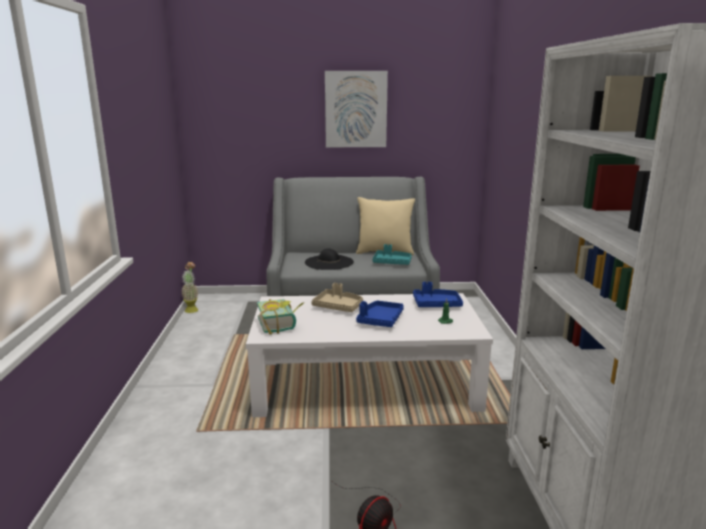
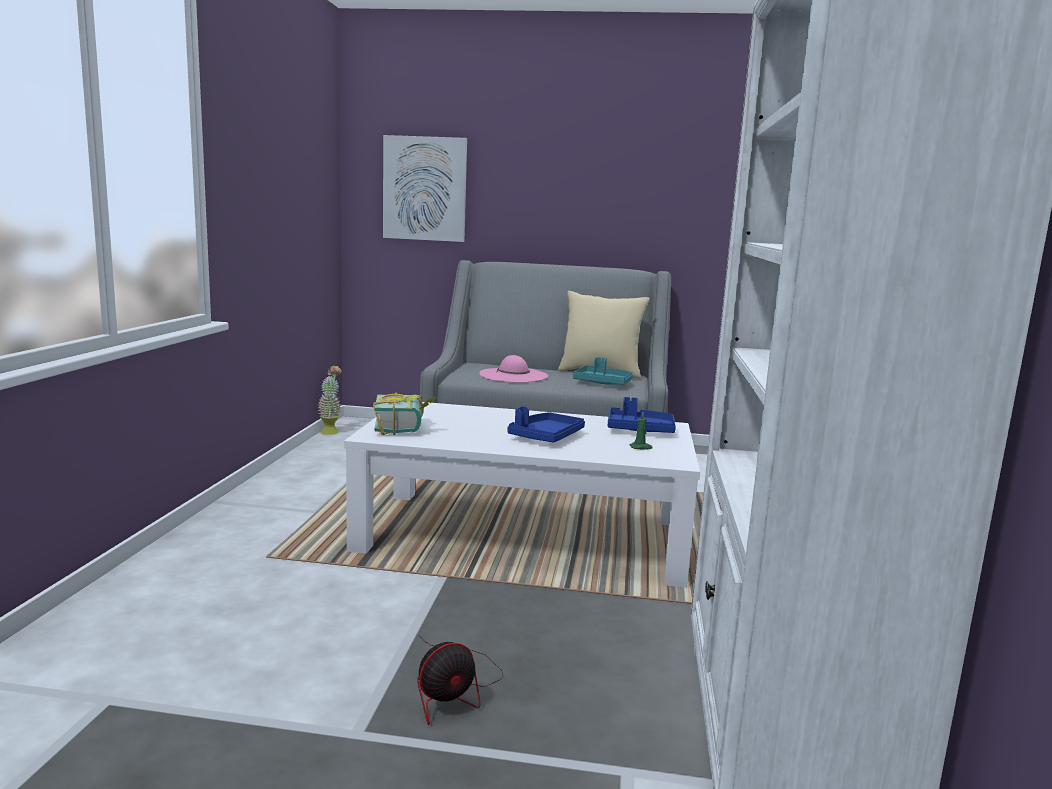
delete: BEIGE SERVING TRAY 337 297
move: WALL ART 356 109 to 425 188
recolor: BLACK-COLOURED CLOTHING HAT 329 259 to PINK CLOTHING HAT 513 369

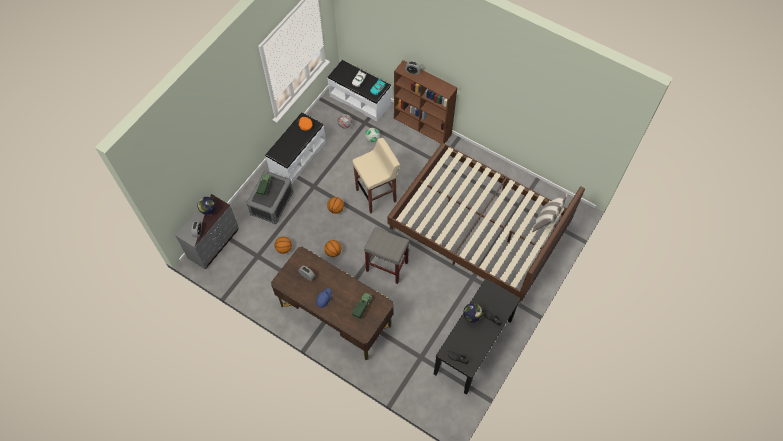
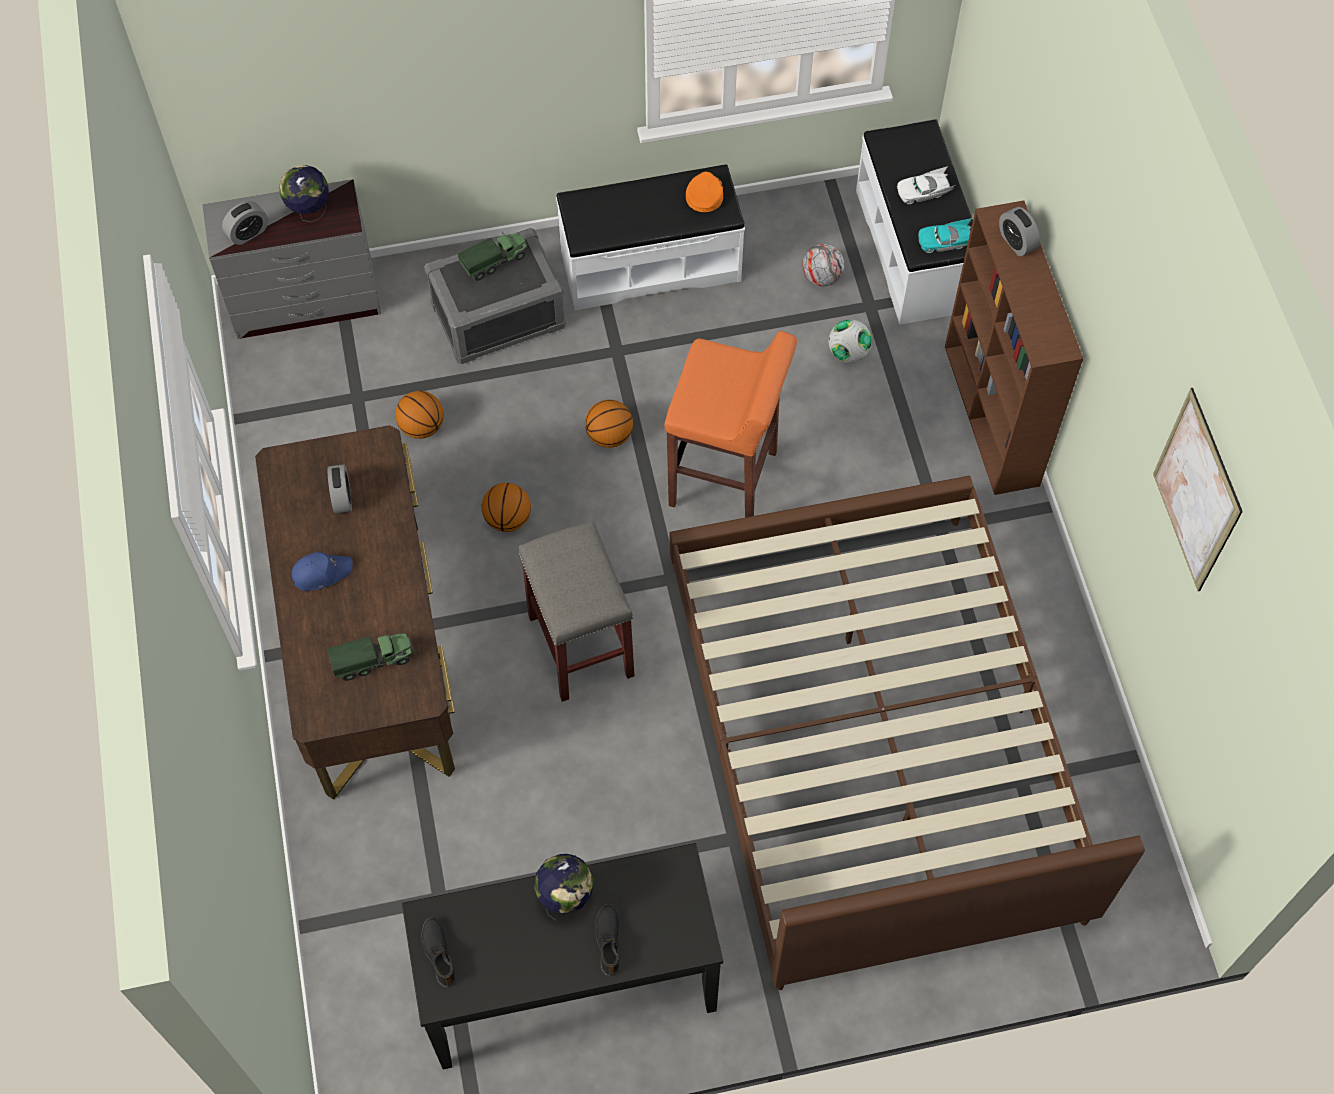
delete: THROW PILLOW 549 213
insert: WALL ART 1198 489
recolor: BEIGE STOOL SEAT 376 176 to ORANGE-COLOURED STOOL SEAT 730 424

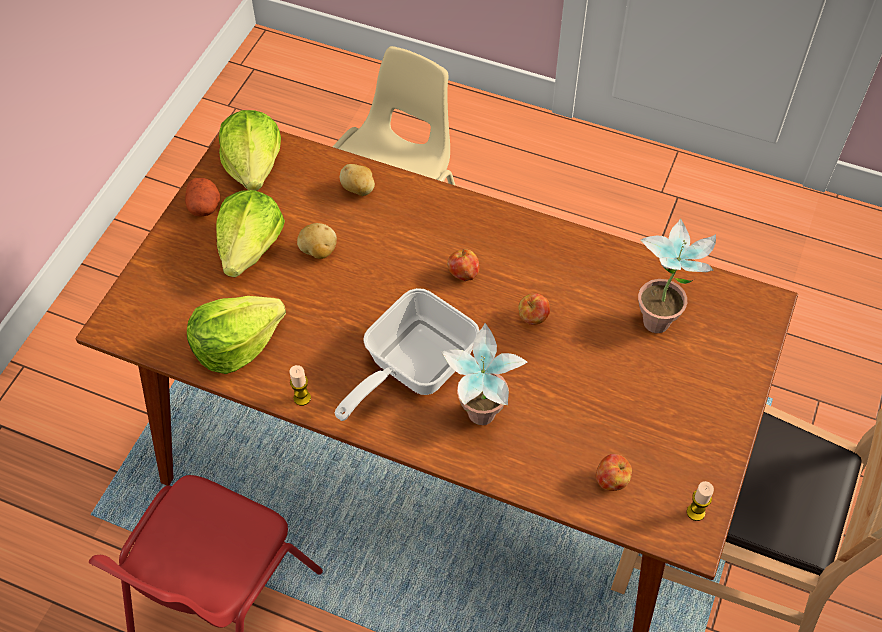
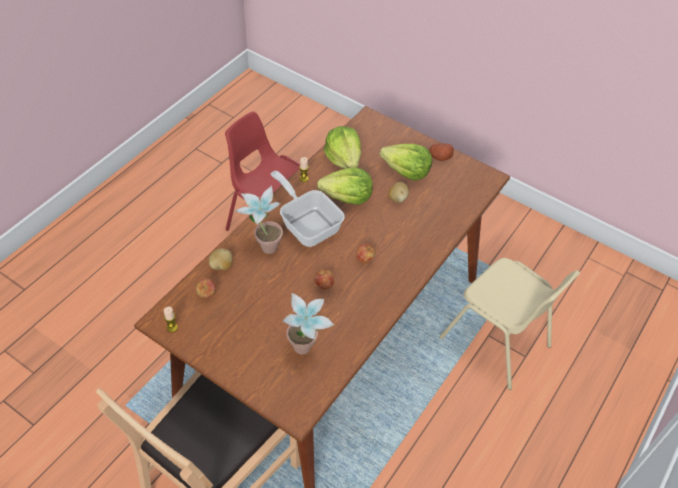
move: LETTUCE HEAD 250 150 to 345 186; POTATO 357 180 to 220 259

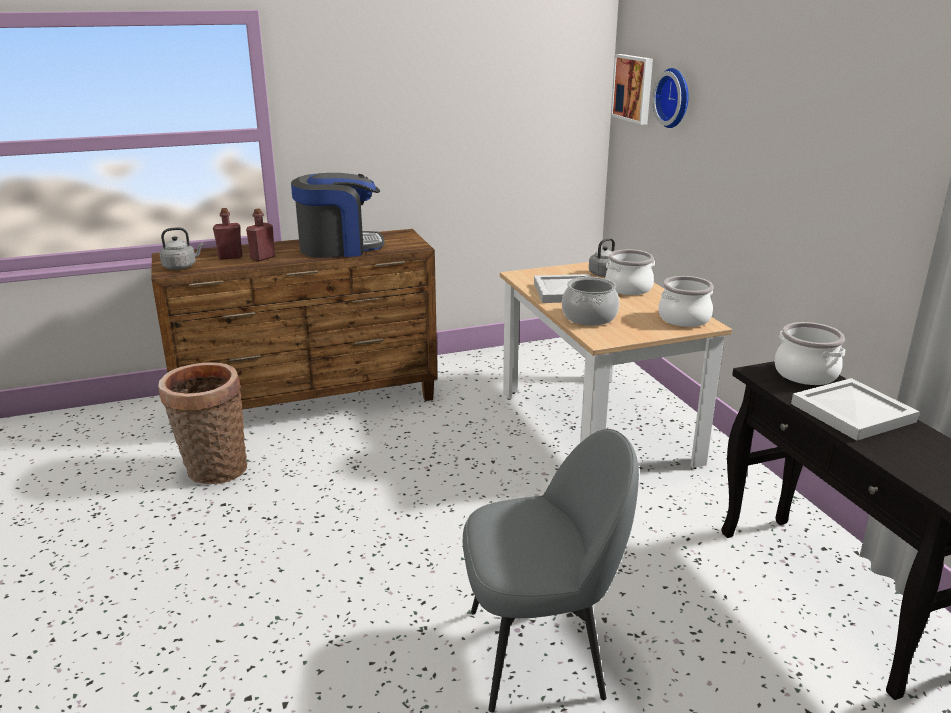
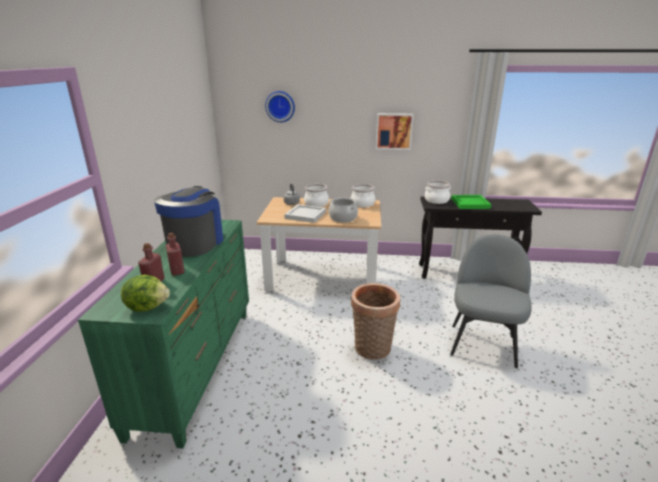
move: BASKET 202 423 to 375 321; WALL ART 632 89 to 395 131
replace: GRAY WATER KETTLE 182 248 to LETTUCE HEAD 145 293
recolor: BROWN DRESSER 294 319 to GREENISH DRESSER 163 334; WHITISH SERVING TRAY 855 409 to GREENISH SERVING TRAY 471 202

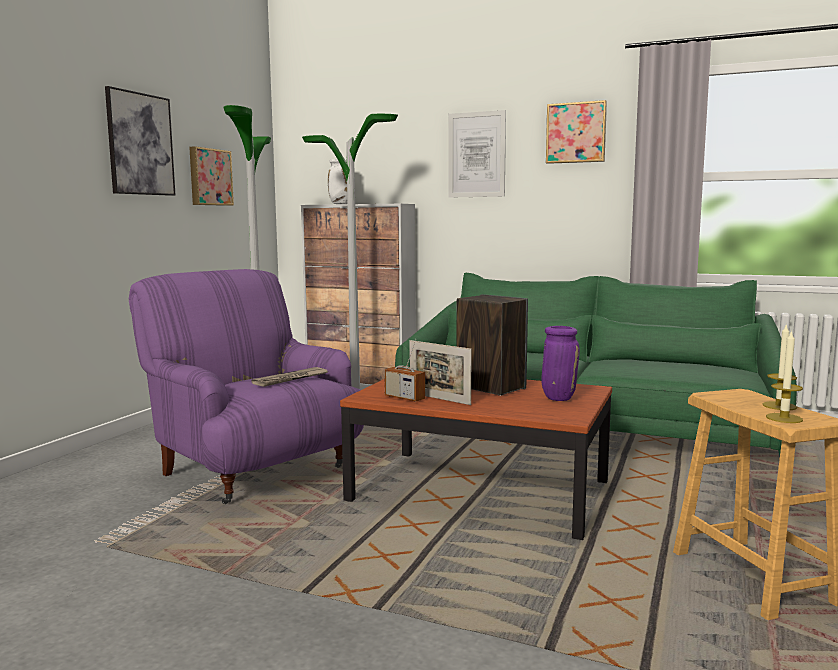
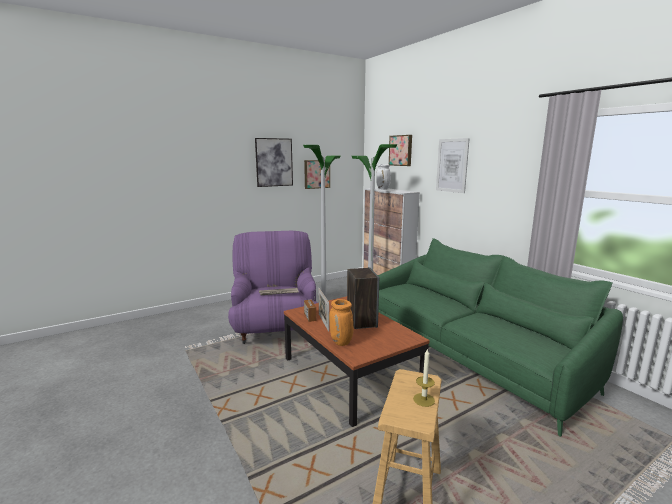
delete: PURPLE VASE 560 363; WAX CANDLE 784 376
insert: ORANGE-COLOURED VASE 341 322
move: WALL ART 576 132 to 400 150

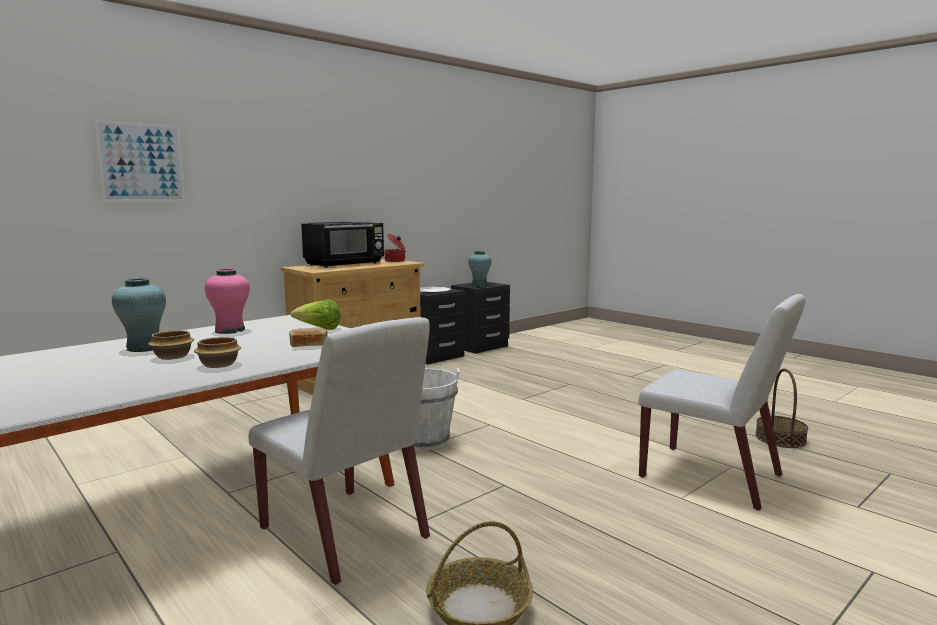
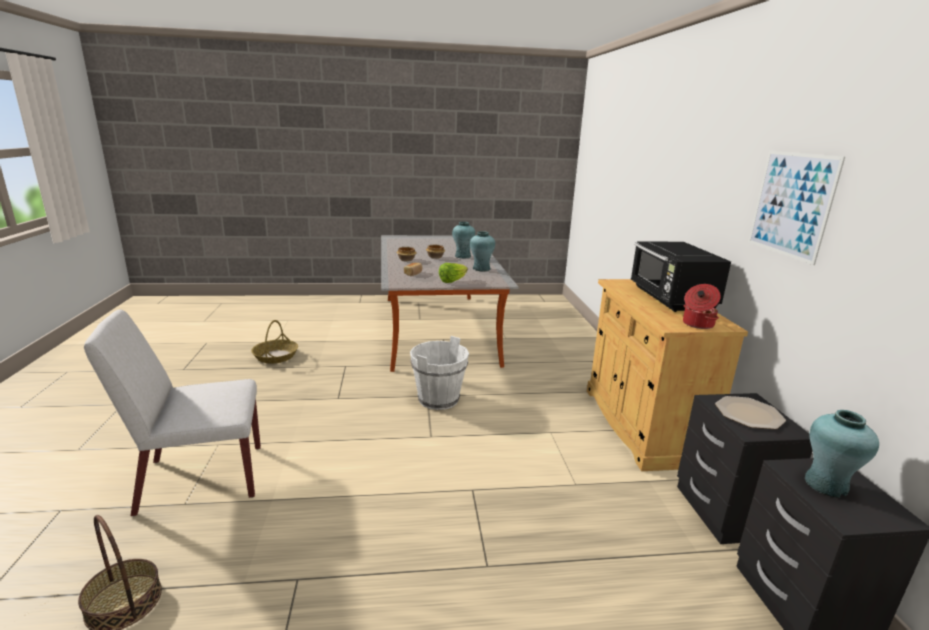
delete: WHITISH CHAIR 339 451
move: WALL ART 139 161 to 796 207
recolor: PINK VASE 227 301 to TURQUOISE VASE 482 251

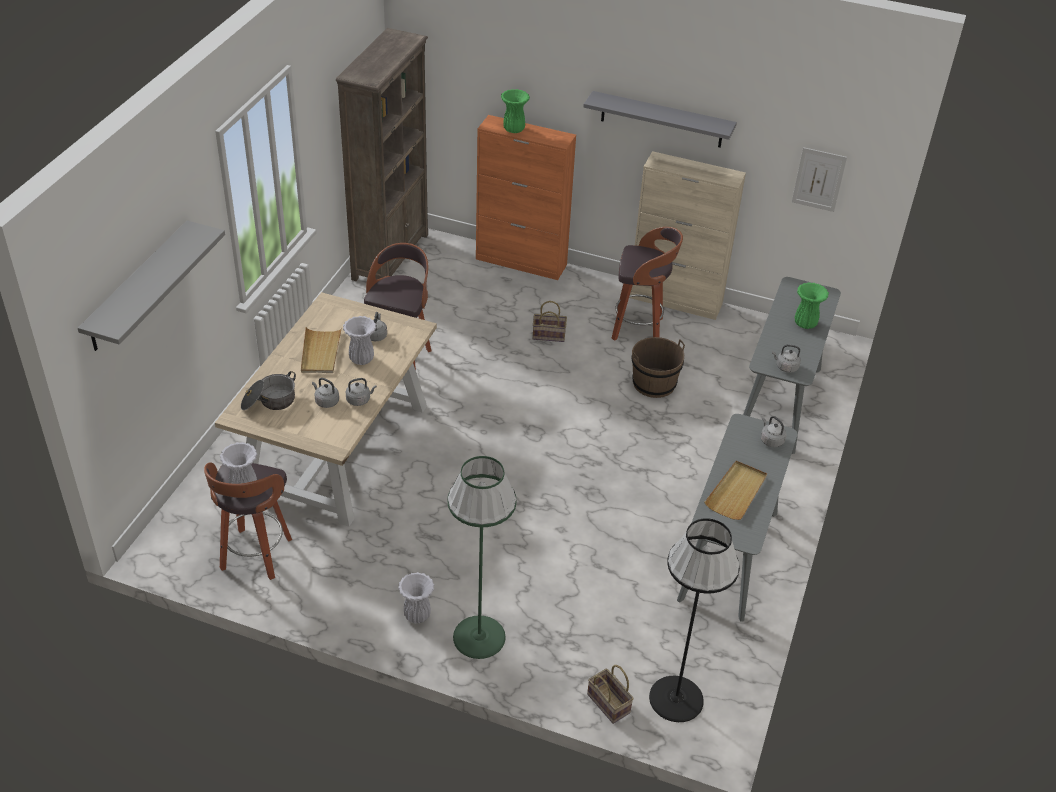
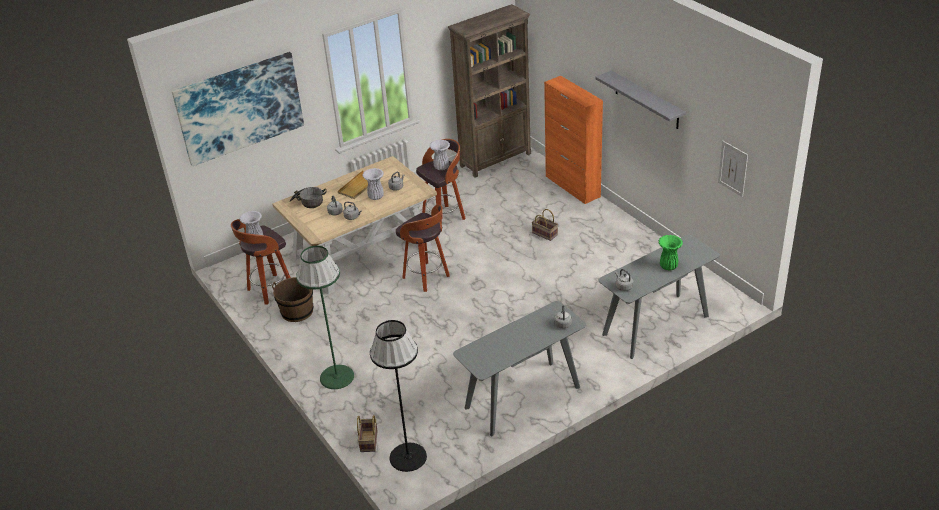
delete: GREENISH VASE 515 111; BEIGE CUPBOARD 687 235; BEIGE SERVING TRAY 735 490
move: WHITISH VASE 416 597 to 440 155; STOOL SEAT 647 284 to 423 248; BROWN BUCKET 658 367 to 292 299
replace: GRAY BRACKET SHELF 151 286 to WALL ART 238 109

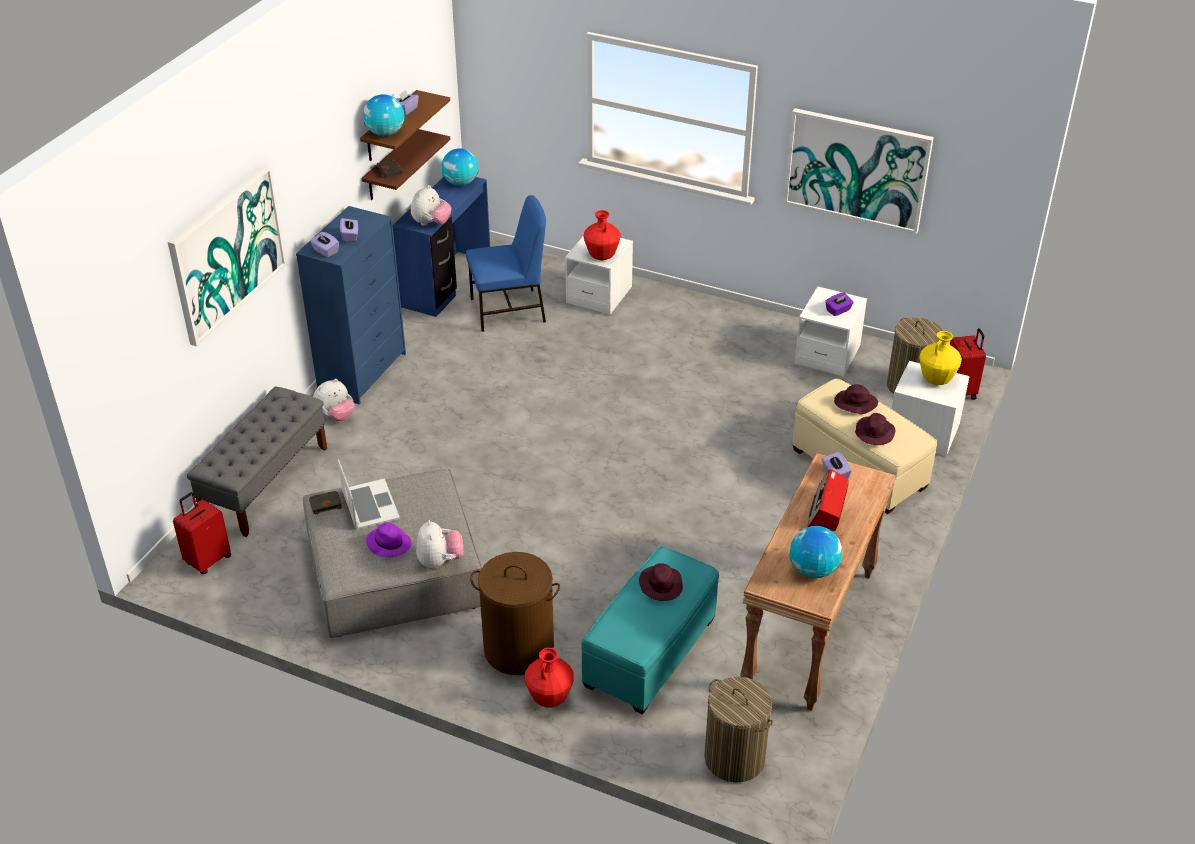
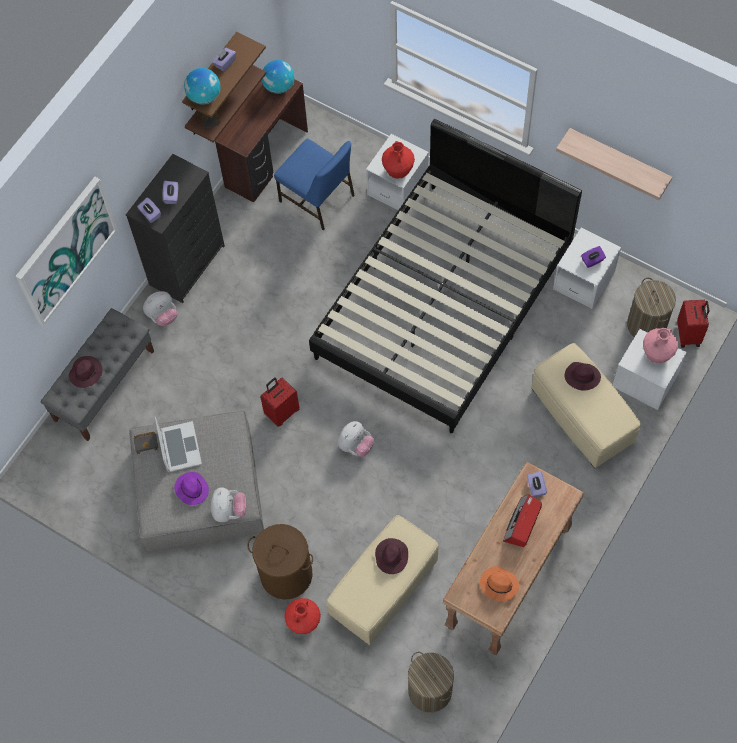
insert: BLACK-COLOURED SLEEPING BED 445 276
move: RED-COLOURED SUITCASE 202 533 to 280 402; PLUSH TOY 431 205 to 356 439; PURPLE CLOTHING HAT 875 429 to 86 372
replace: WALL ART 859 171 to BRACKET SHELF 614 164; GLOBE 815 552 to ORANGE-COLOURED CLOTHING HAT 499 583
recolor: BLUE-COLOURED DRESSER 351 305 to BLACK-COLOURED DRESSER 175 228; BLUE-COLOURED DESK 441 247 to BROWN DESK 261 141; TURQUOISE FOOTREST 650 630 to BEIGE FOOTREST 382 580; YELLOW VASE 940 358 to PINK VASE 660 345
rotate: BLUE-COLOURED CHAIR 506 263 = 314 184 45 degrees clockwise

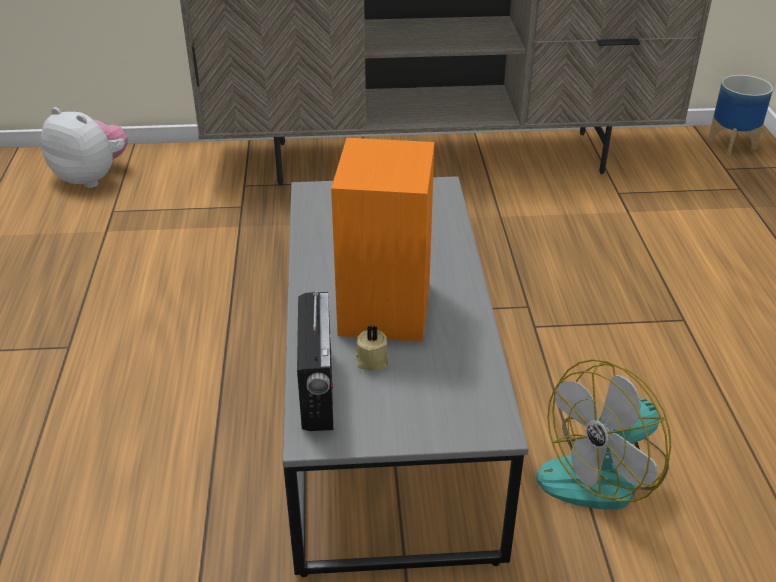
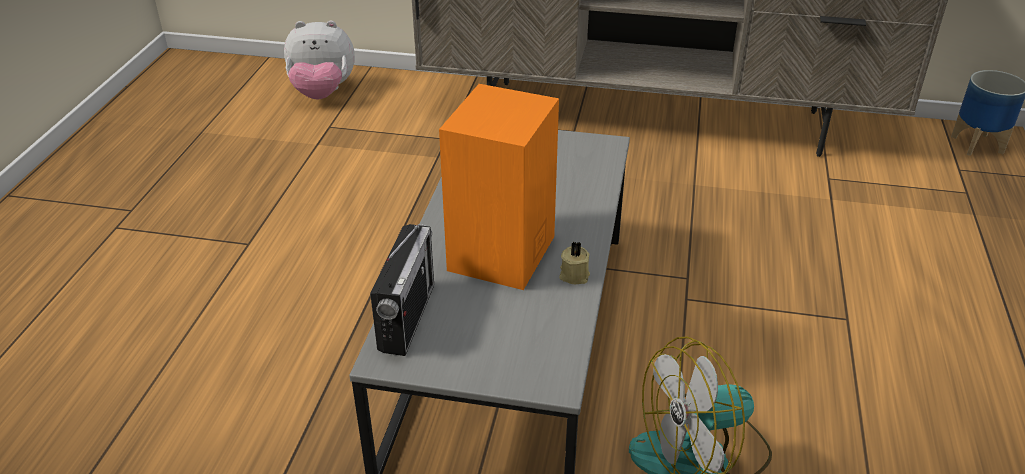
move: BEIGE WAX CANDLE 372 348 to 574 262
rotate: PLUSH TOY 84 147 = 319 60 135 degrees clockwise

